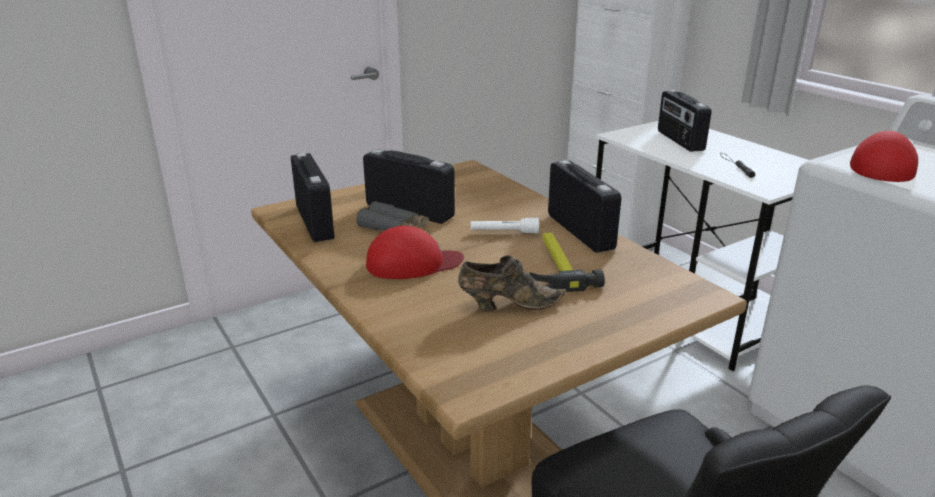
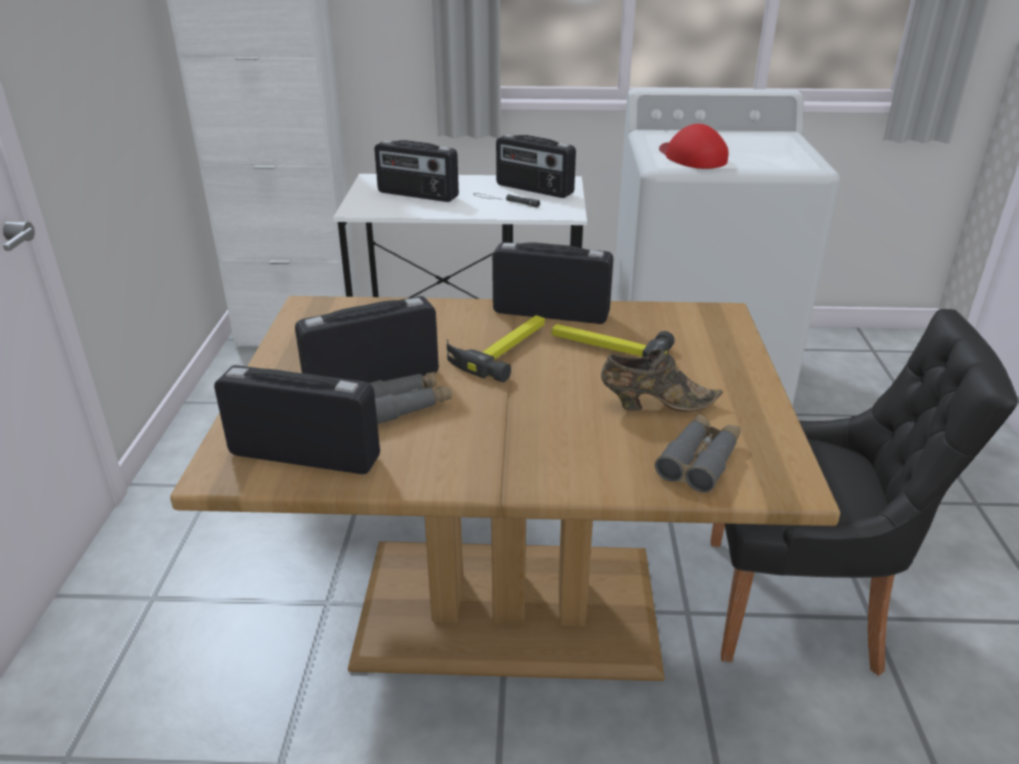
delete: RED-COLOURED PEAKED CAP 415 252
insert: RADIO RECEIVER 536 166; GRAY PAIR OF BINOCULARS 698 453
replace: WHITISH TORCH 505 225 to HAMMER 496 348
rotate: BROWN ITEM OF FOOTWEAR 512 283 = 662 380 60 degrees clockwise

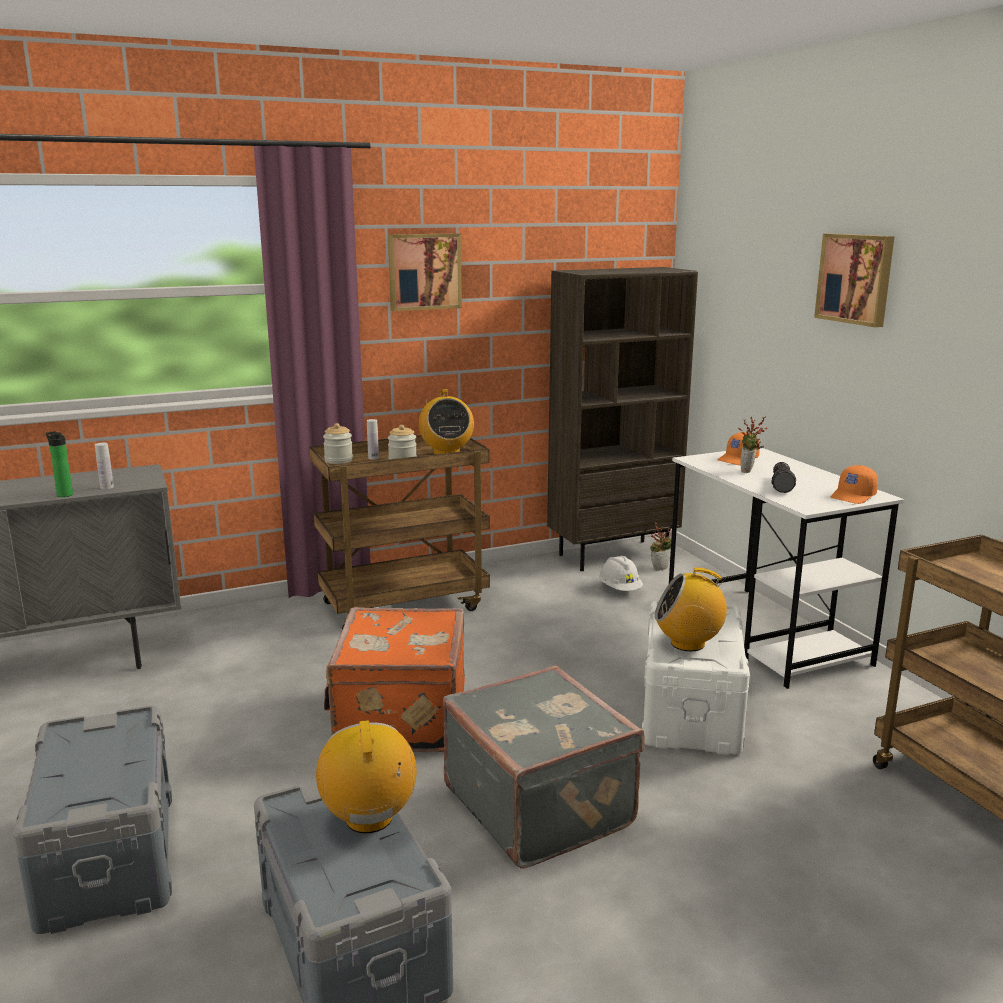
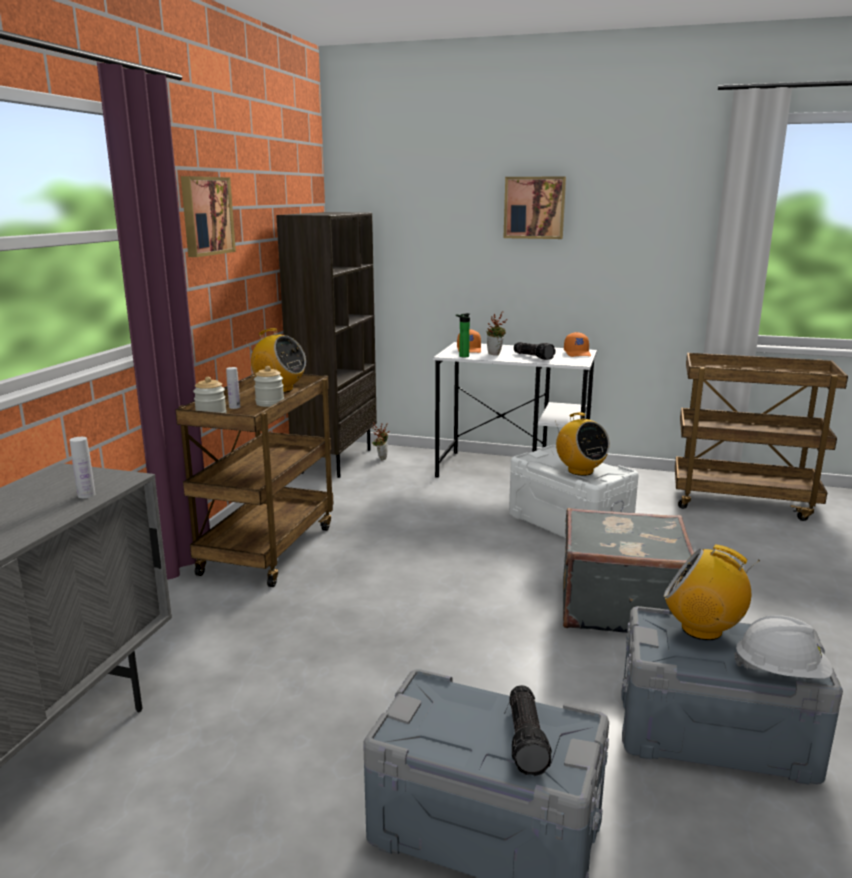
delete: ORANGE-COLOURED SUITCASE 394 679
insert: TORCH 530 730
move: BEVERAGE BOTTLE 59 464 to 463 335; WHITISH WORK HELMET 621 573 to 783 647
rotate: RADIO RECEIVER 691 609 = 582 444 75 degrees counterclockwise

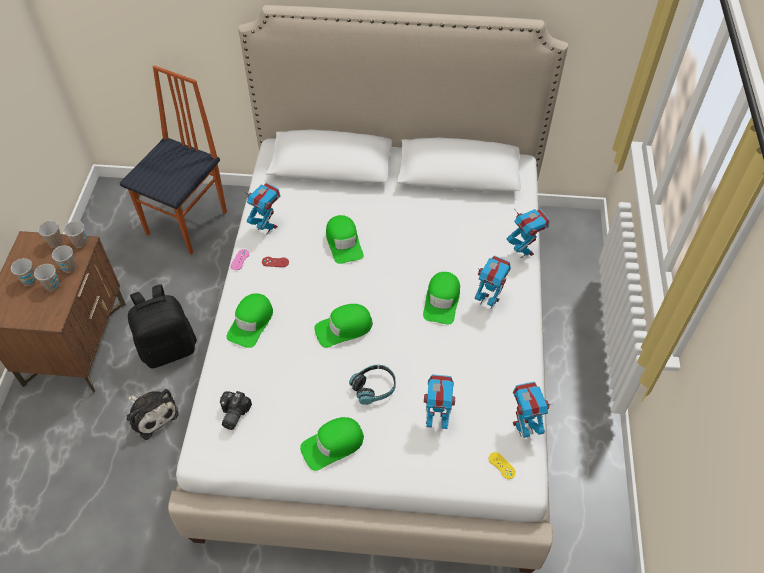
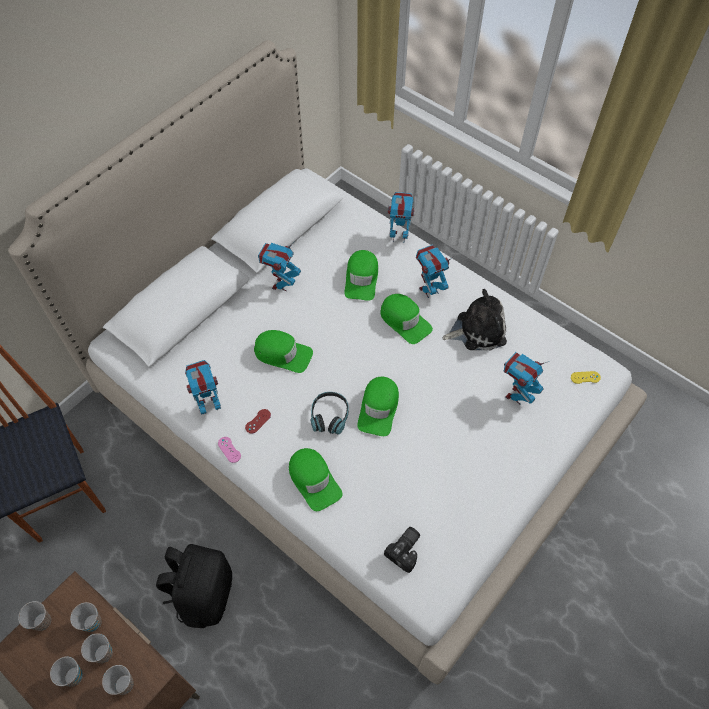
move: SMALL CUP 75 234 to 118 680; PLUSH TOY 152 414 to 474 320; GREENISH PEAKED CAP 332 444 to 361 275; HEADPHONES 372 385 to 330 413; MODEL ROBOT 533 409 to 279 266
rotate: STILL CAMERA 236 410 = 402 550 105 degrees counterclockwise

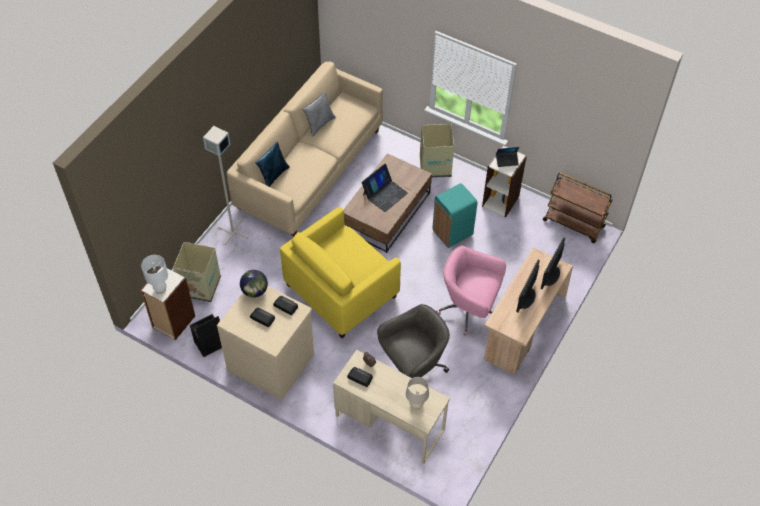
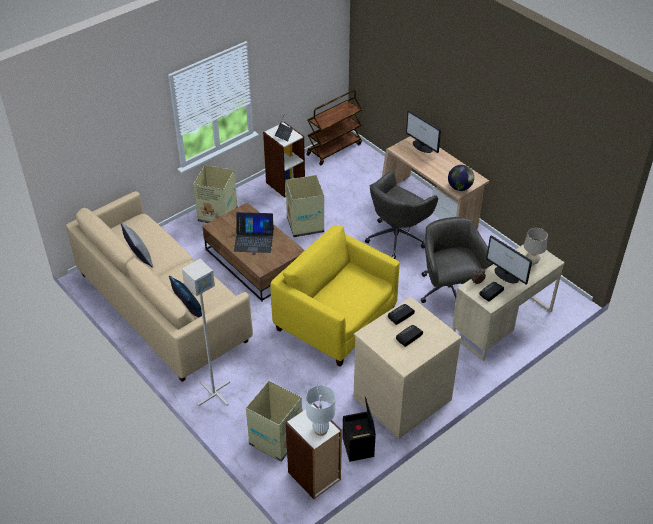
move: GLOBE 254 284 to 461 178; MONITOR 528 286 to 509 260
replace: TURQUOISE RUBBISH BIN 455 215 to PACKING BOX 304 206
recolor: PINK COMPUTER CHAIR 471 291 to GRAY COMPUTER CHAIR 401 215
rotate: YELLOW ARMCHAIR 340 272 = 335 296 150 degrees clockwise; LAPTOP 384 188 = 254 232 120 degrees clockwise

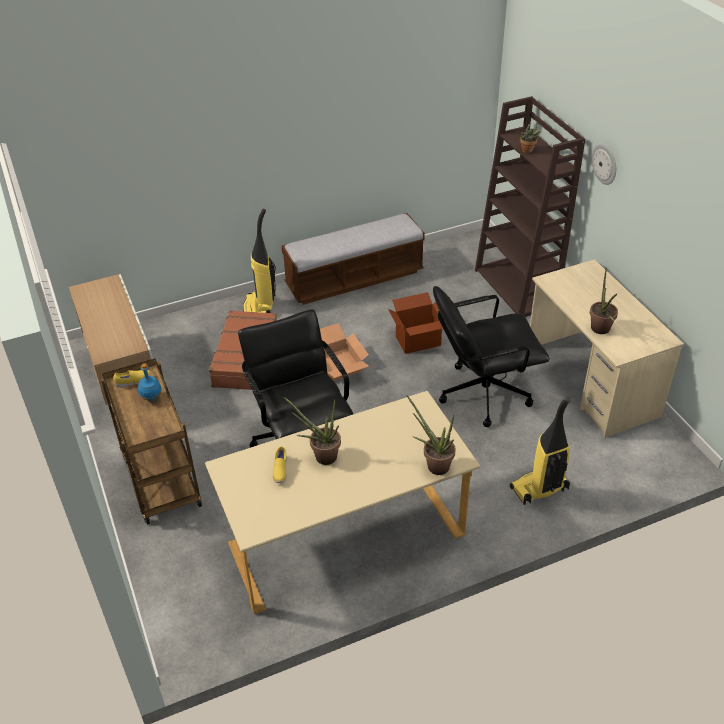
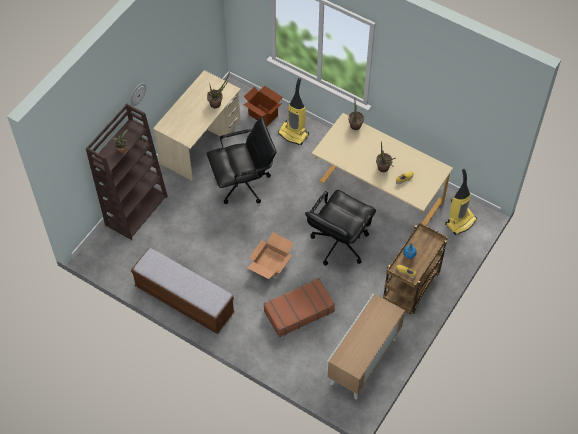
move: VACUUM CLEANER 259 261 to 461 201; PACKING BOX 415 323 to 263 106
rotate: BLACK-COLOURED COMPUTER CHAIR 491 356 = 241 160 60 degrees counterclockwise

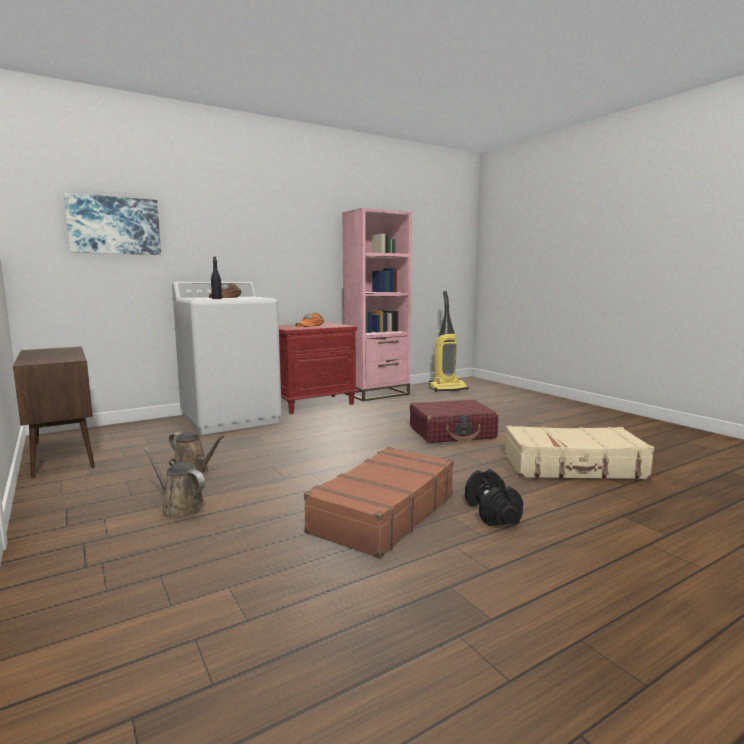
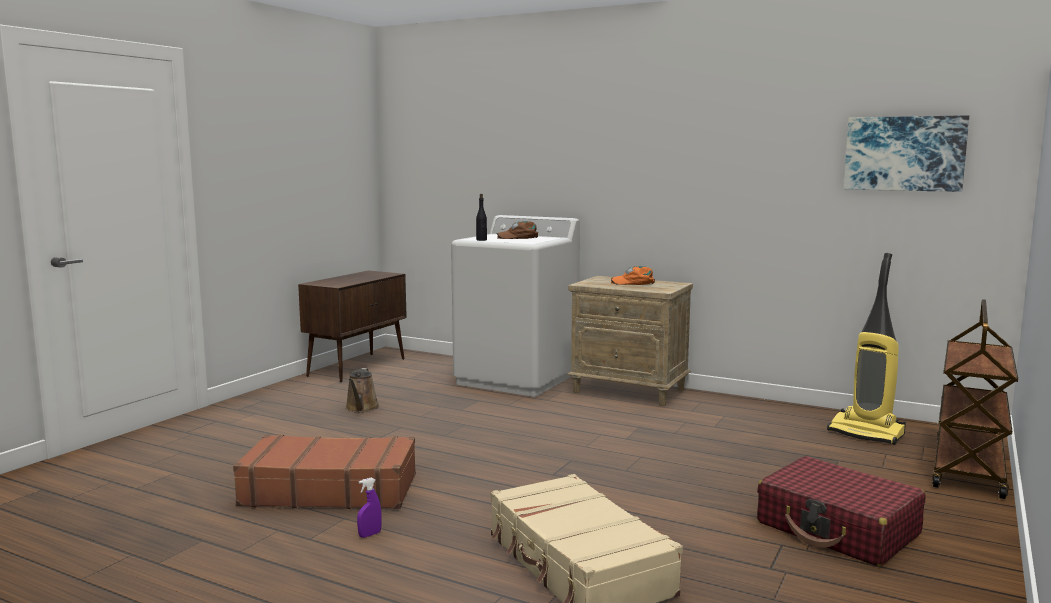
delete: BROWN WATERING POT 174 483; PINK BOOKCASE 377 304
insert: BROWN WHEELED CART 975 399
move: WALL ART 112 224 to 906 153; RED-COLOURED SUITCASE 454 421 to 841 511
replace: BLACK-COLOURED HAND WEIGHT 494 497 to PURPLE HAND SPRAYER 369 507
recolor: RED-COLOURED BEDSIDE TABLE 319 368 to BEIGE BEDSIDE TABLE 630 341

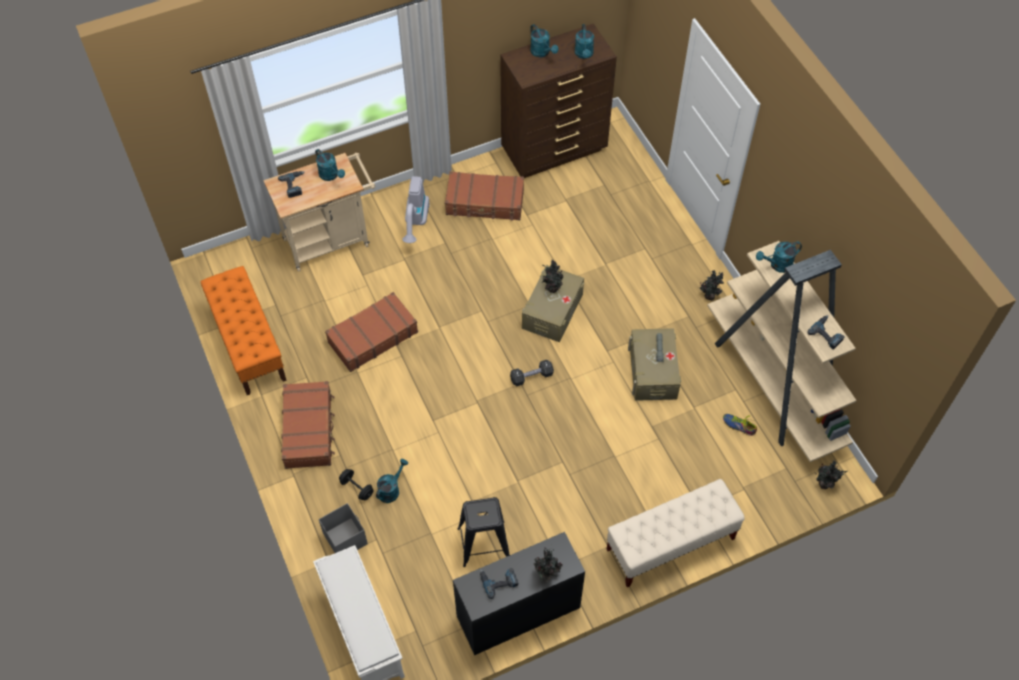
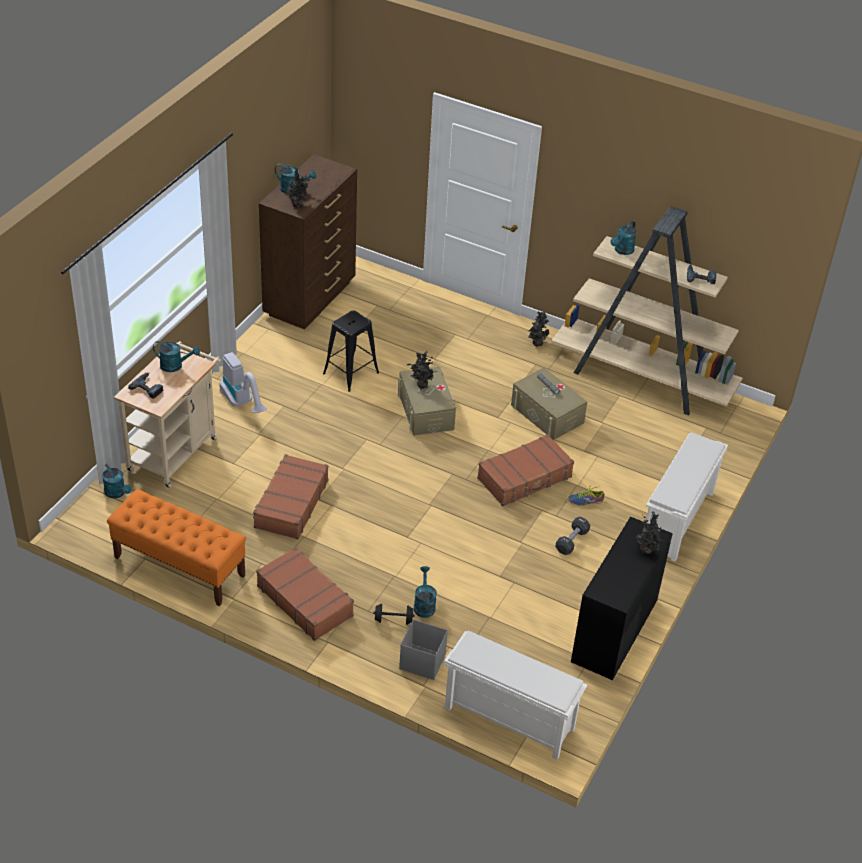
delete: ELECTRIC DRILL 499 583
move: BROWN SUITCASE 484 195 to 525 470; BLACK-COLOURED STOOL SEAT 483 532 to 351 351; BLACK-COLOURED HAND WEIGHT 532 373 to 572 536; TURQUOISE WATERING POT 584 41 to 116 481; ITEM OF FOOTWEAR 740 425 to 586 495; HOUSEPLANT 831 474 to 297 188
replace: BEIGE INDOOR BENCH 676 533 to WHITISH SHOE SHELF 687 497

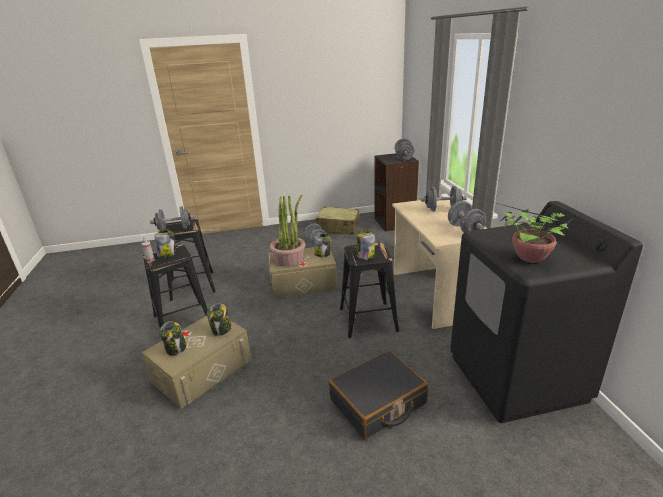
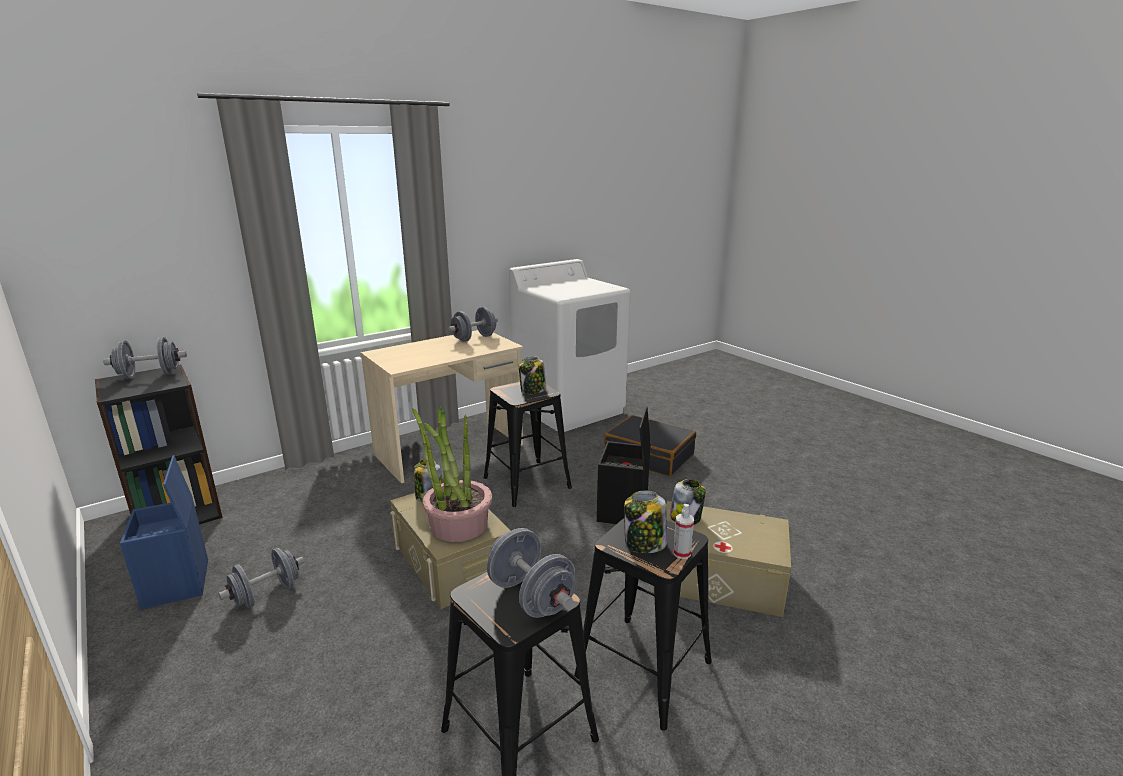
delete: JAR 172 338; GRAY HAND WEIGHT 444 198; HOUSEPLANT 533 232
insert: BLACK-COLOURED STORAGE BOX 624 465
replace: BEIGE SUITCASE 338 221 to BLUE-COLOURED STORAGE BOX 164 532
recolor: BLACK-COLOURED WASHING MACHINE 546 312 to WHITISH WASHING MACHINE 570 345

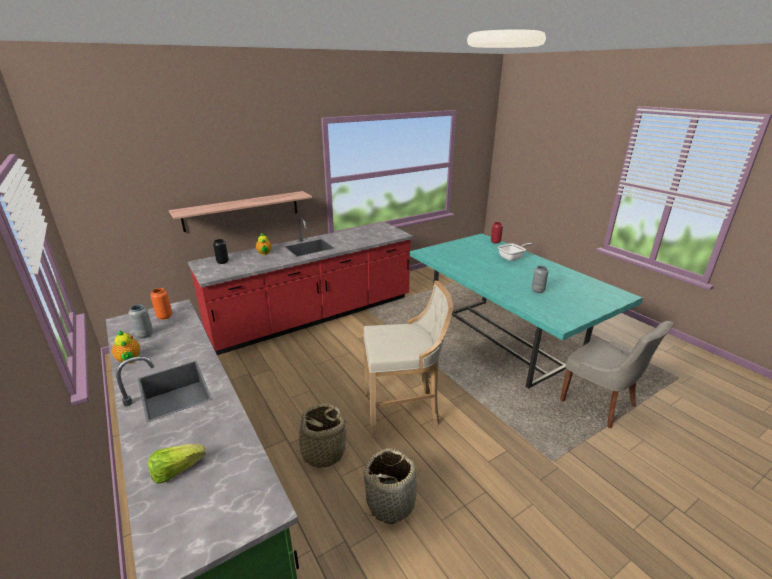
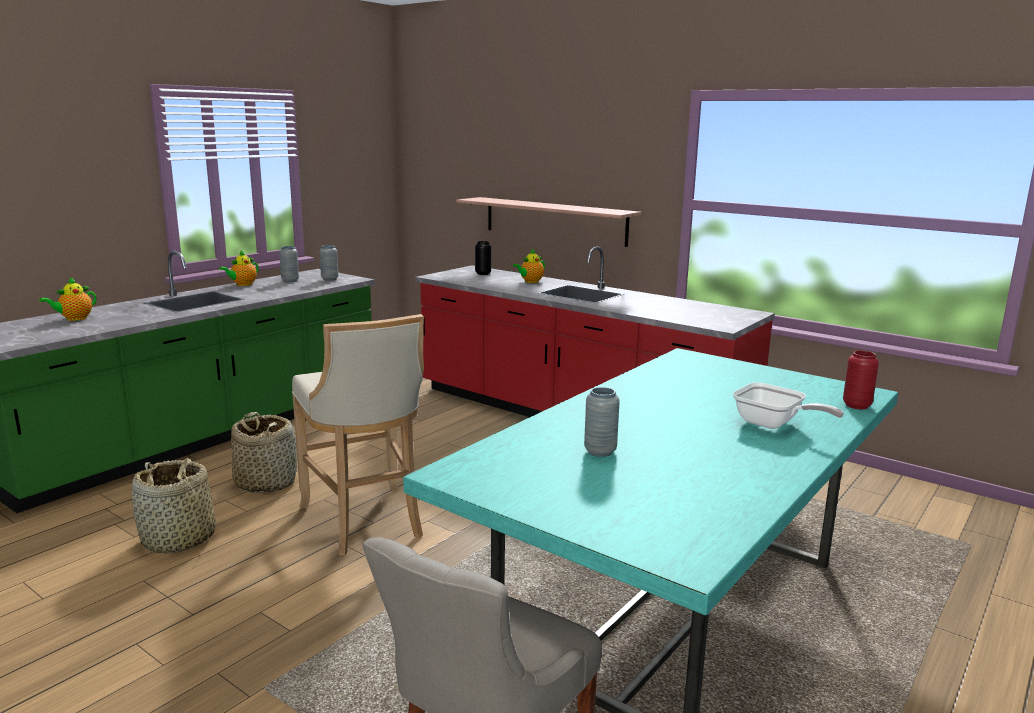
replace: LETTUCE HEAD 177 464 to TEAPOT 68 299
recolor: ORANGE-COLOURED VASE 161 304 to GRAY VASE 329 263

